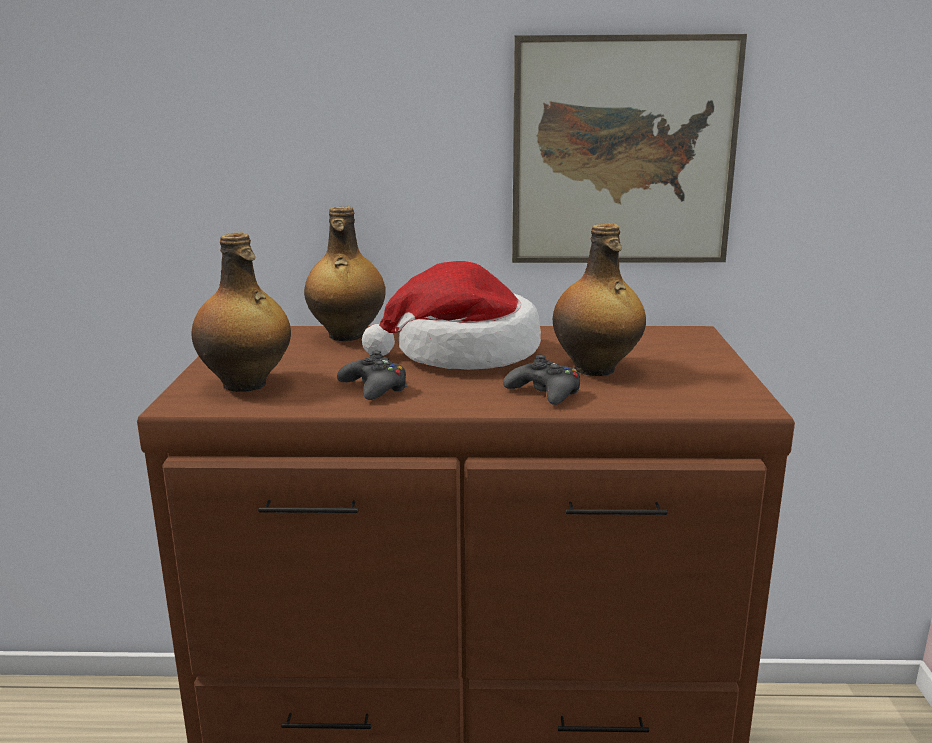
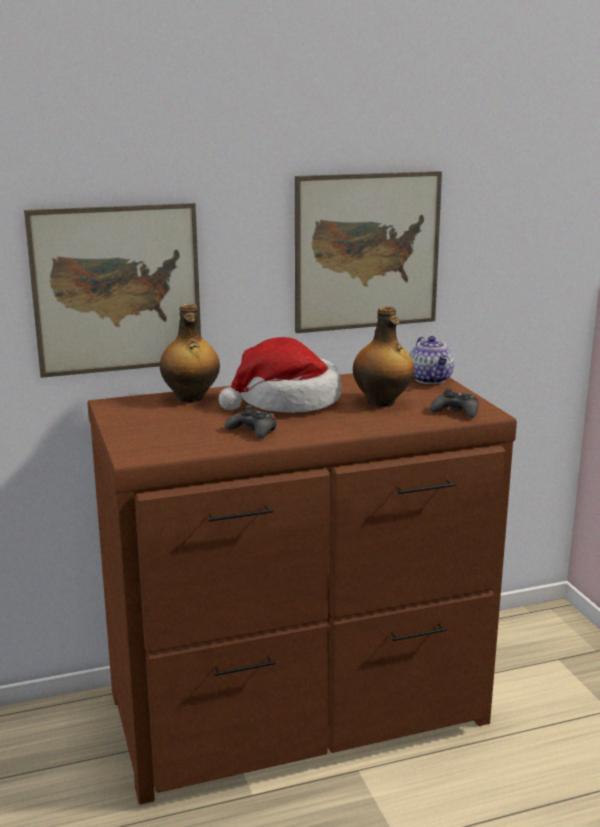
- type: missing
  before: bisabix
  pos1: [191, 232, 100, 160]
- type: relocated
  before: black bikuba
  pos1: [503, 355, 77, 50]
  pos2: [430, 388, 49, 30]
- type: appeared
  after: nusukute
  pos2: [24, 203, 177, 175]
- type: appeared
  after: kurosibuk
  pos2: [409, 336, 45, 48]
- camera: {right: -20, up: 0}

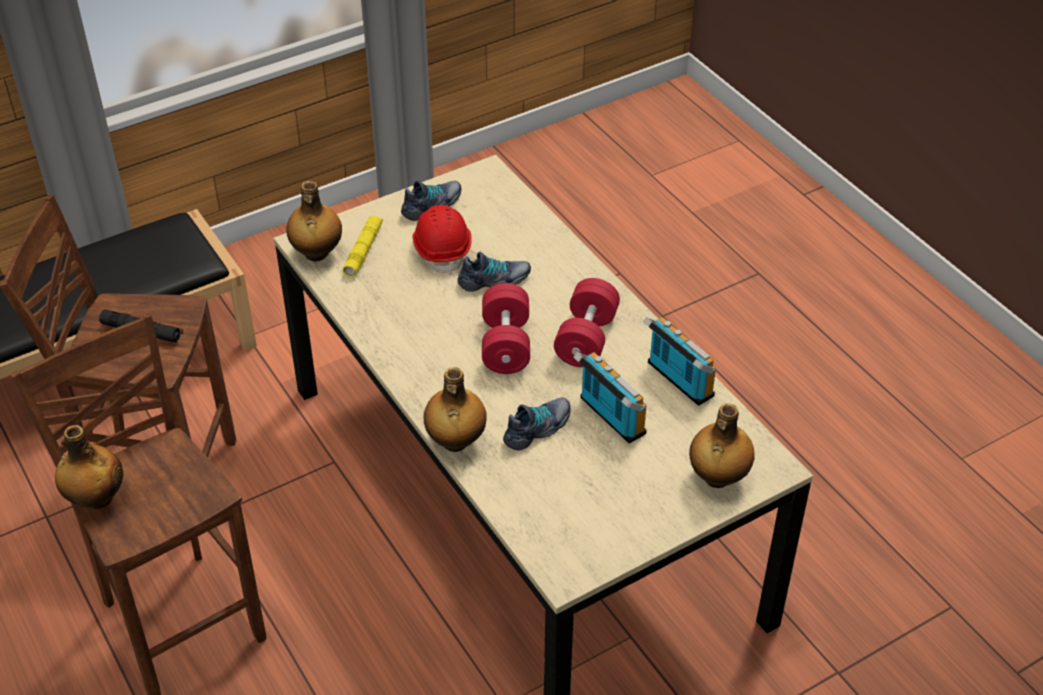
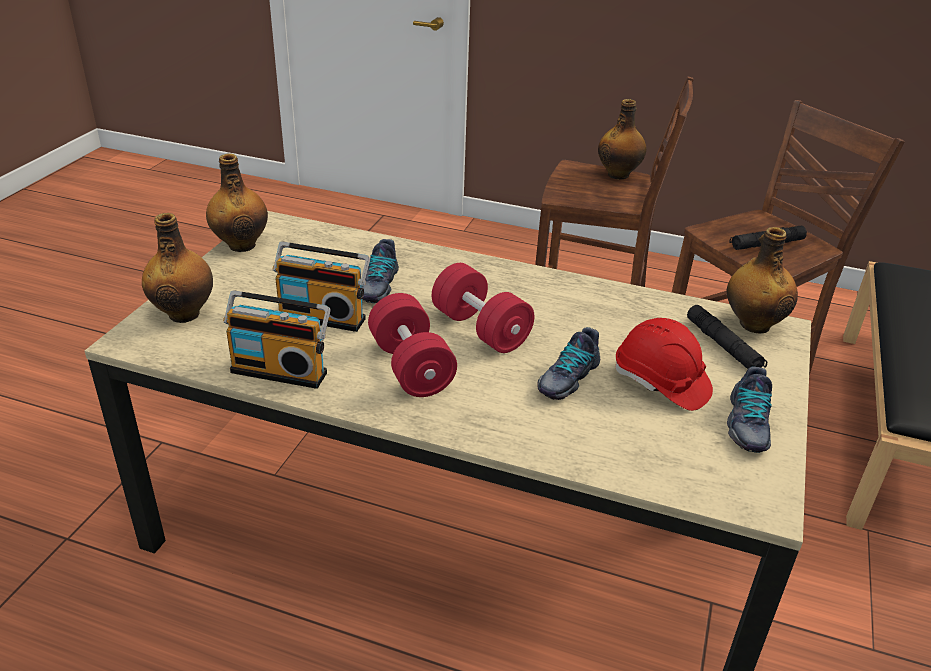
- type: colour
  before: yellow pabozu
  after: black pabozu
  pos1: [343, 216, 40, 61]
  pos2: [687, 305, 80, 64]
- type: relocated
  before: bisabix
  pos1: [424, 367, 63, 85]
  pos2: [206, 154, 62, 98]
- camera: {right: 140, up: -10}

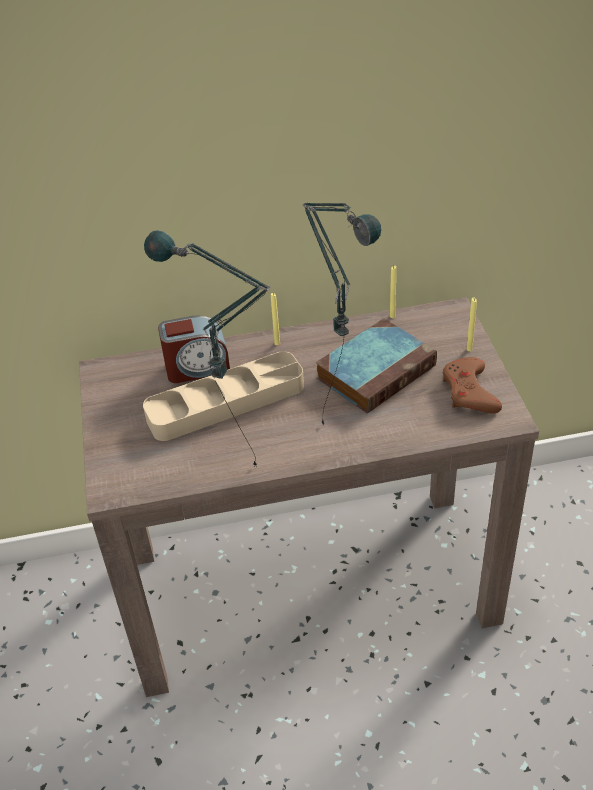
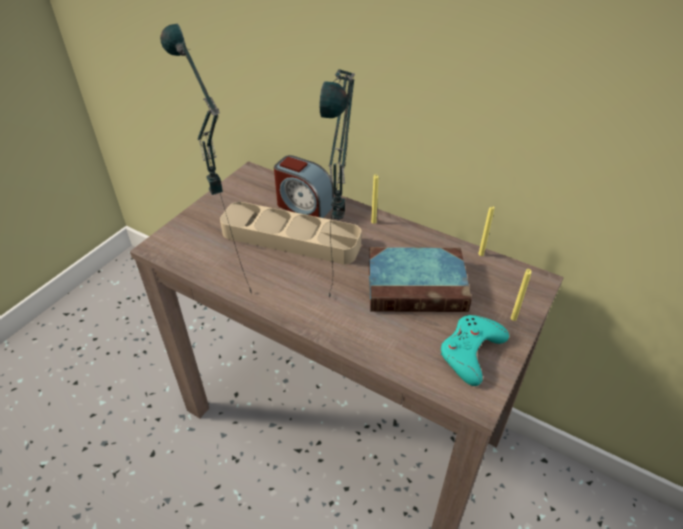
- type: colour
  before: brown bikuba
  after: turquoise bikuba
  pos1: [443, 357, 59, 57]
  pos2: [441, 315, 68, 71]
- camera: {right: 40, up: 0}

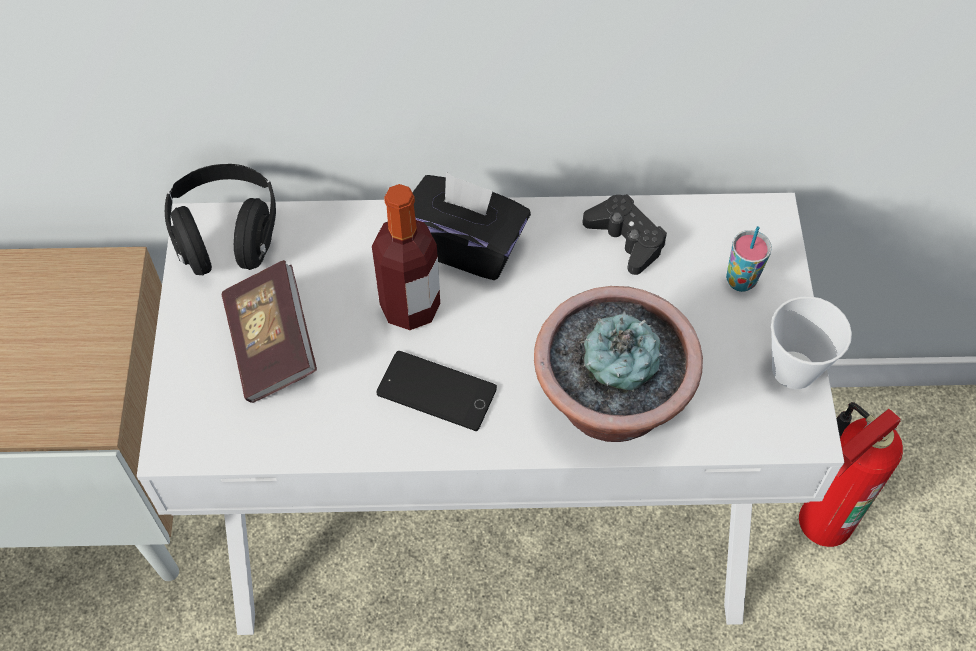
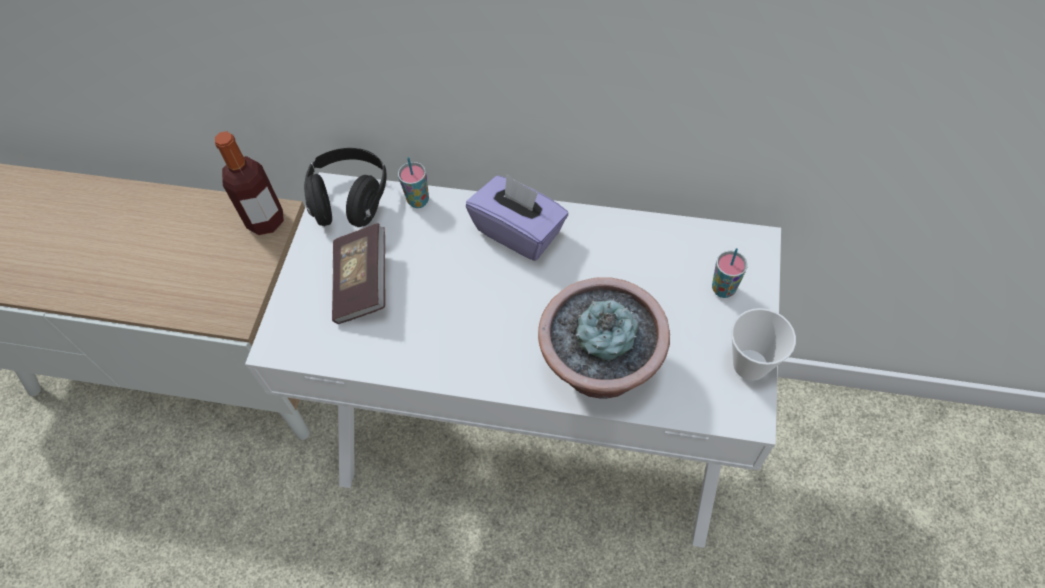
- type: relocated
  before: bisabix
  pos1: [372, 184, 68, 146]
  pos2: [215, 131, 69, 104]
- type: missing
  before: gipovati
  pos1: [376, 351, 121, 80]
- type: colour
  before: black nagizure
  after: purple nagizure
  pos1: [412, 172, 119, 108]
  pos2: [466, 175, 102, 86]
- type: missing
  before: black bikuba
  pos1: [582, 194, 85, 81]
- type: missing
  before: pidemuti
  pos1: [799, 402, 104, 145]
- type: appeared
  after: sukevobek
  pos2: [398, 157, 31, 51]
- camera: {right: 15, up: 0}

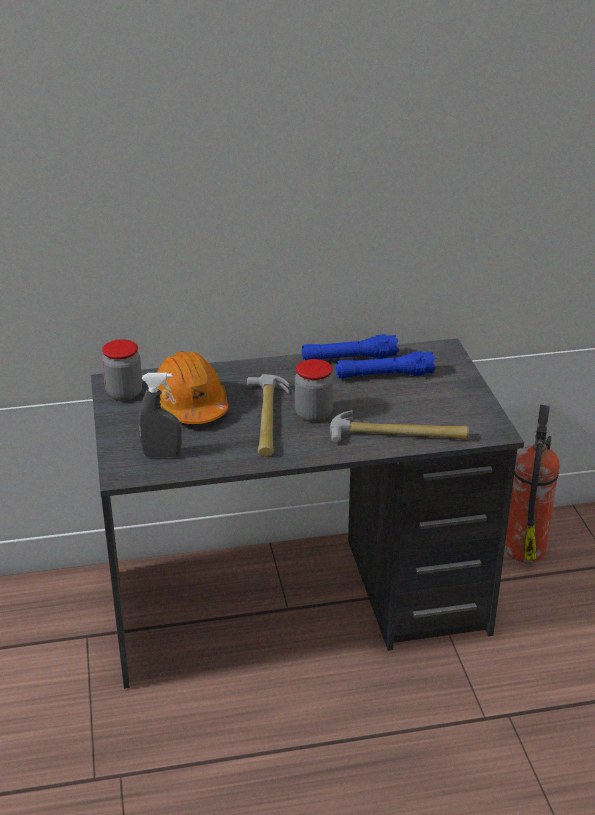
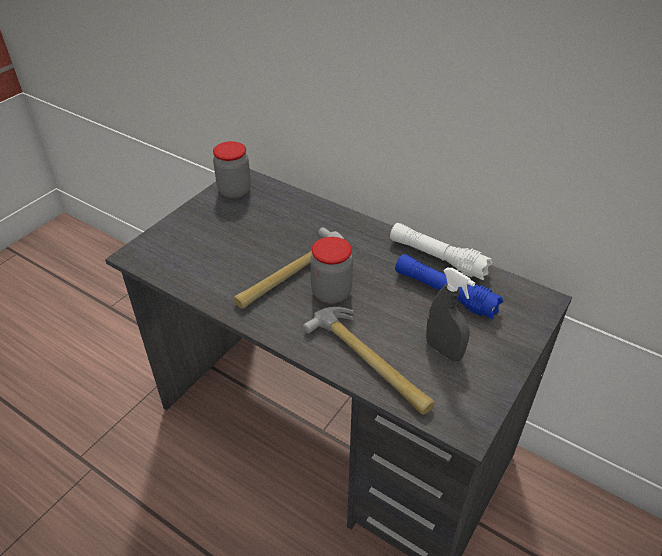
- type: relocated
  before: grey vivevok
  pos1: [138, 373, 44, 84]
  pos2: [426, 268, 49, 93]
- type: missing
  before: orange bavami
  pos1: [157, 351, 71, 73]
- type: colour
  before: blue pabozu
  after: white pabozu
  pos1: [302, 334, 97, 27]
  pos2: [390, 223, 102, 57]
- type: missing
  before: pidemuti
  pos1: [505, 405, 55, 157]
- camera: {right: 45, up: 10}

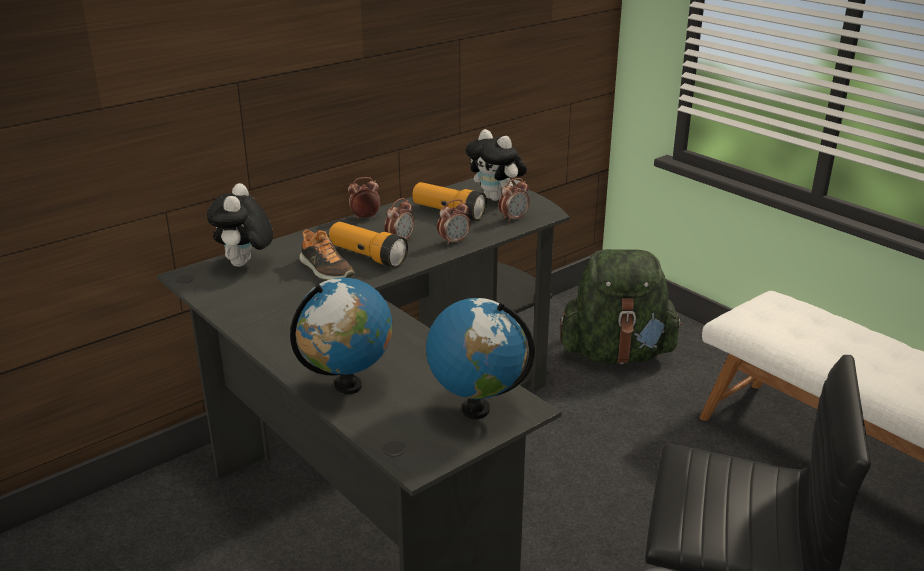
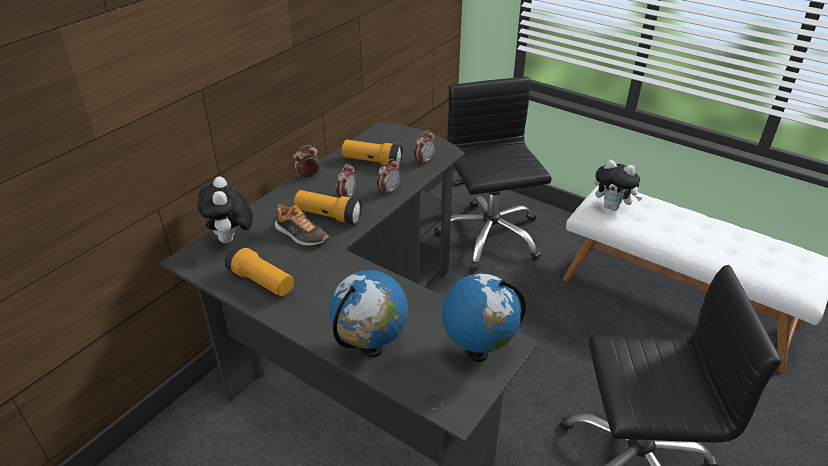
- type: relocated
  before: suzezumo
  pos1: [465, 129, 62, 72]
  pos2: [594, 160, 48, 51]
- type: exchanged
  before: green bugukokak
  after: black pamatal
  pos1: [560, 249, 122, 115]
  pos2: [434, 77, 118, 194]
- type: appeared
  after: pabozu
  pos2: [225, 244, 69, 53]
- camera: {right: -15, up: 10}

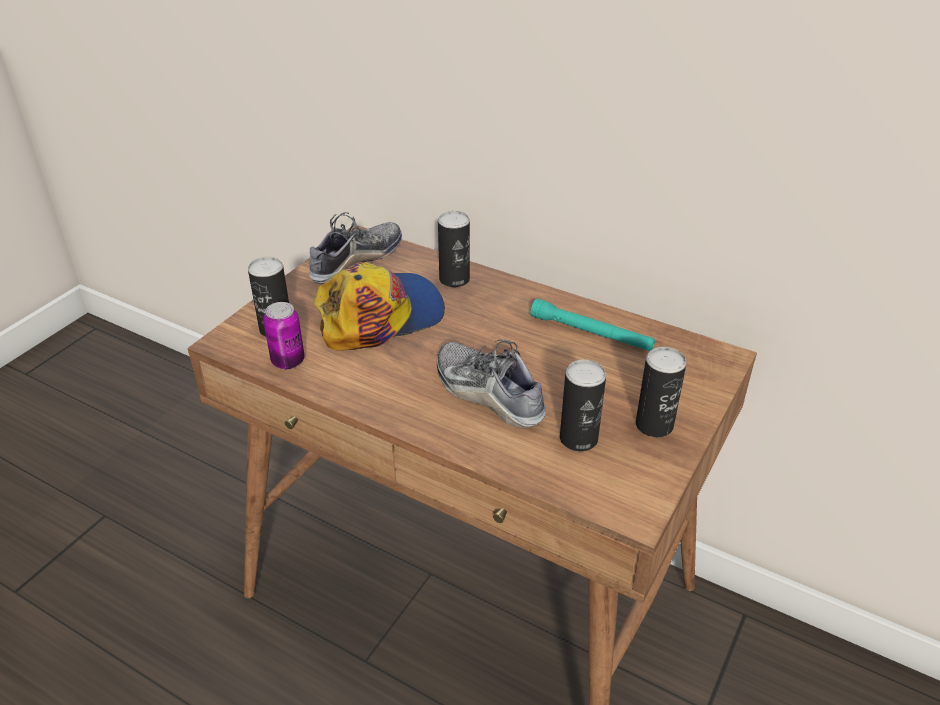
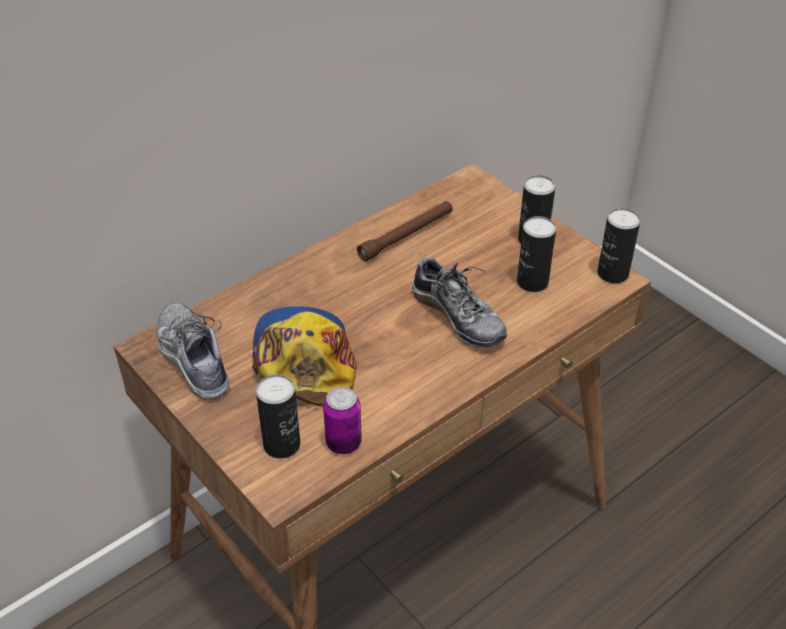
- type: spun
  before: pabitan
  pos1: [437, 339, 109, 89]
  pos2: [412, 253, 95, 95]
  turn: -105
- type: relocated
  before: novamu
  pos1: [438, 211, 32, 76]
  pos2: [597, 208, 43, 75]
- type: colour
  before: turquoise pabozu
  after: brown pabozu
  pos1: [530, 299, 125, 52]
  pos2: [357, 201, 96, 60]
- camera: {right: -70, up: 5}

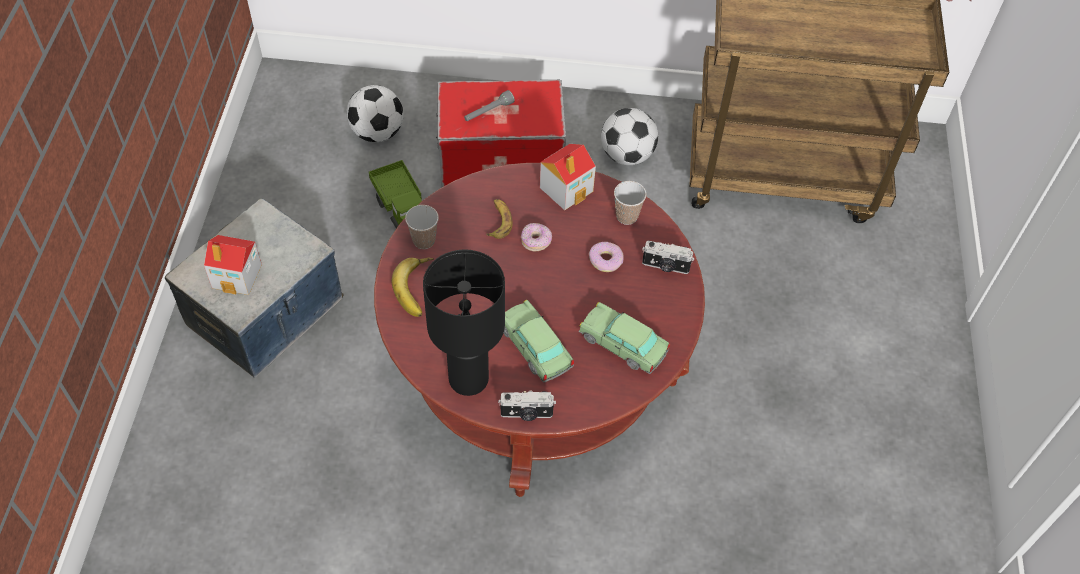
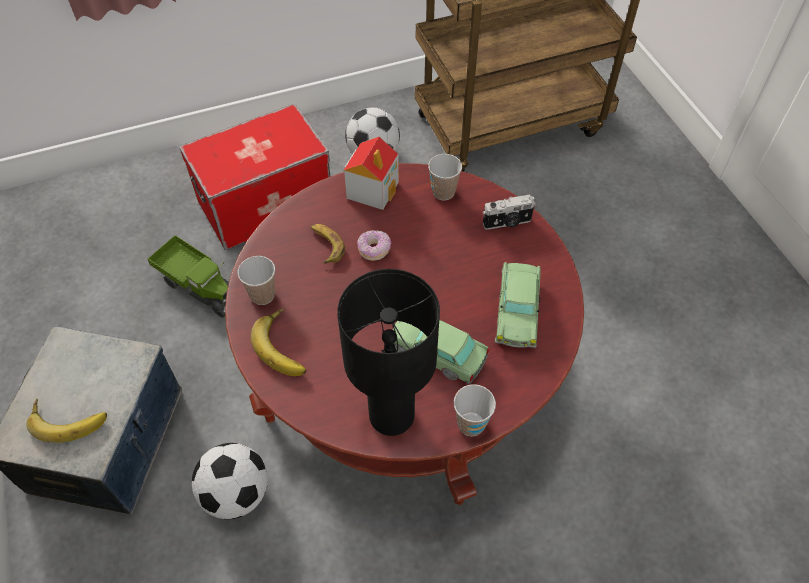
- type: exchanged
  before: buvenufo
  after: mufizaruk
  pos1: [204, 235, 58, 60]
  pos2: [26, 399, 81, 44]
- type: relocated
  before: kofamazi
  pos1: [346, 85, 57, 57]
  pos2: [192, 443, 76, 76]
- type: missing
  before: grey pabozu
  pos1: [464, 90, 51, 31]
- type: exchanged
  before: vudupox
  after: sukevobek
  pos1: [498, 390, 58, 31]
  pos2: [454, 384, 42, 53]
- type: spun
  before: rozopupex
  pos1: [579, 302, 91, 72]
  pos2: [495, 261, 46, 87]
  turn: -90
- type: missing
  before: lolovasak
  pos1: [589, 242, 35, 30]
- camera: {right: -25, up: 0}

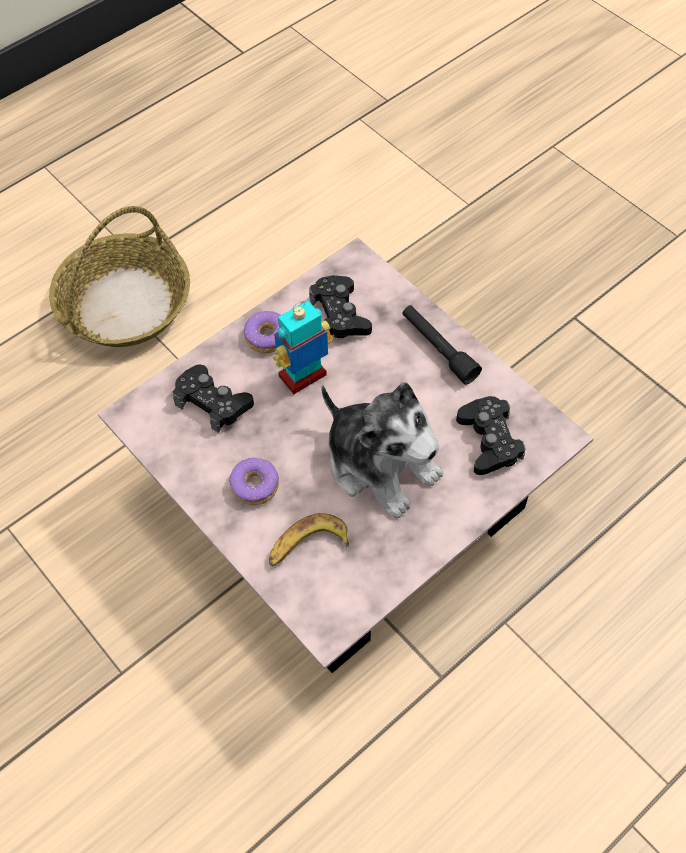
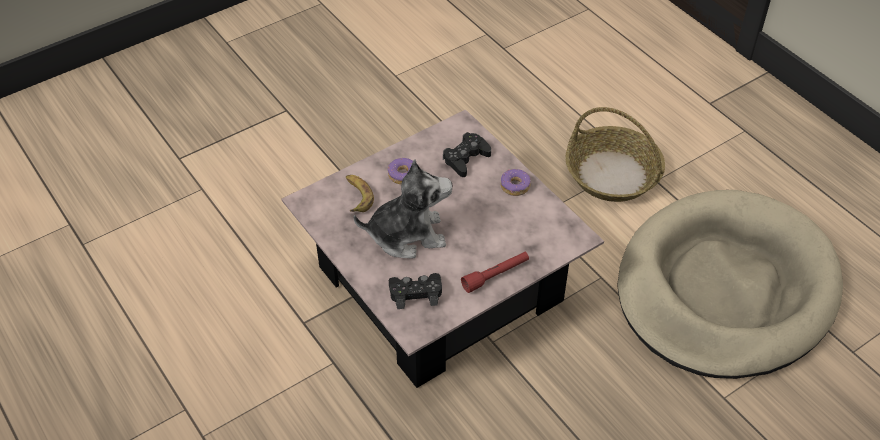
- type: missing
  before: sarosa
  pos1: [273, 301, 60, 93]
- type: missing
  before: black bikuba
  pos1: [309, 275, 63, 63]
- type: spun
  before: suzezumo
  pos1: [321, 382, 122, 137]
  pos2: [353, 160, 100, 99]
  turn: -150
- type: colour
  before: black pabozu
  after: red pabozu
  pos1: [402, 305, 80, 80]
  pos2: [461, 252, 68, 41]
- type: appeared
  after: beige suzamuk
  pos2: [617, 190, 226, 189]
- camera: {right: 95, up: -10}

